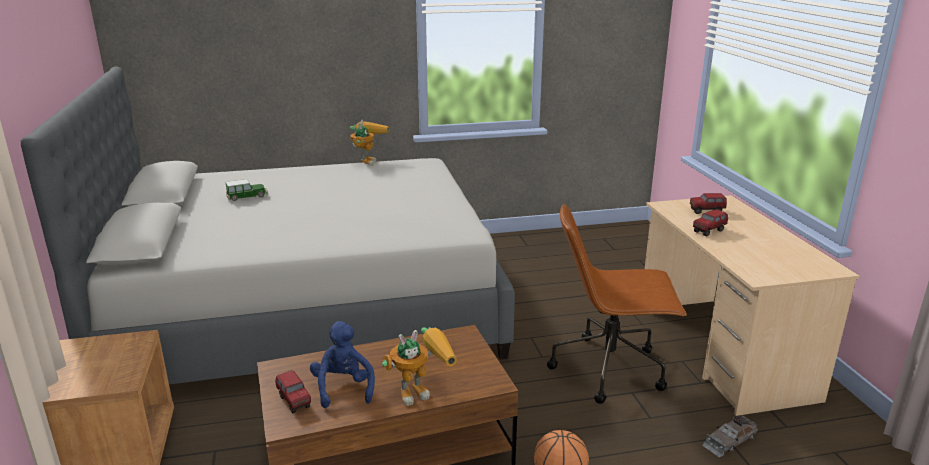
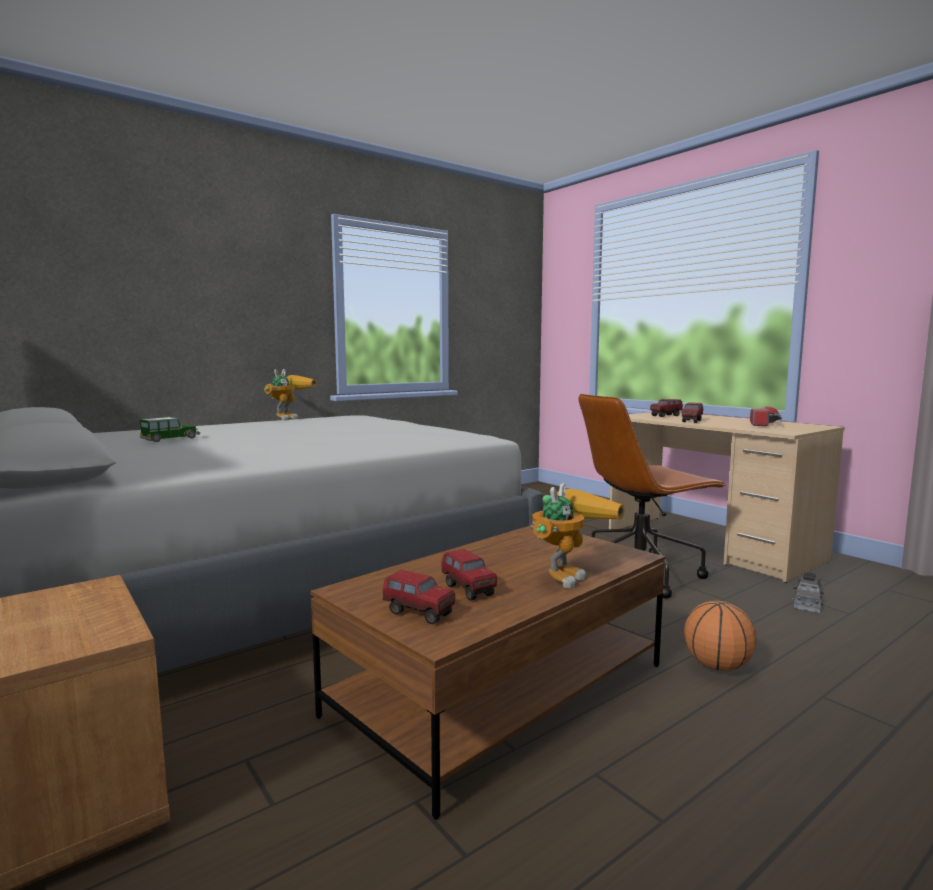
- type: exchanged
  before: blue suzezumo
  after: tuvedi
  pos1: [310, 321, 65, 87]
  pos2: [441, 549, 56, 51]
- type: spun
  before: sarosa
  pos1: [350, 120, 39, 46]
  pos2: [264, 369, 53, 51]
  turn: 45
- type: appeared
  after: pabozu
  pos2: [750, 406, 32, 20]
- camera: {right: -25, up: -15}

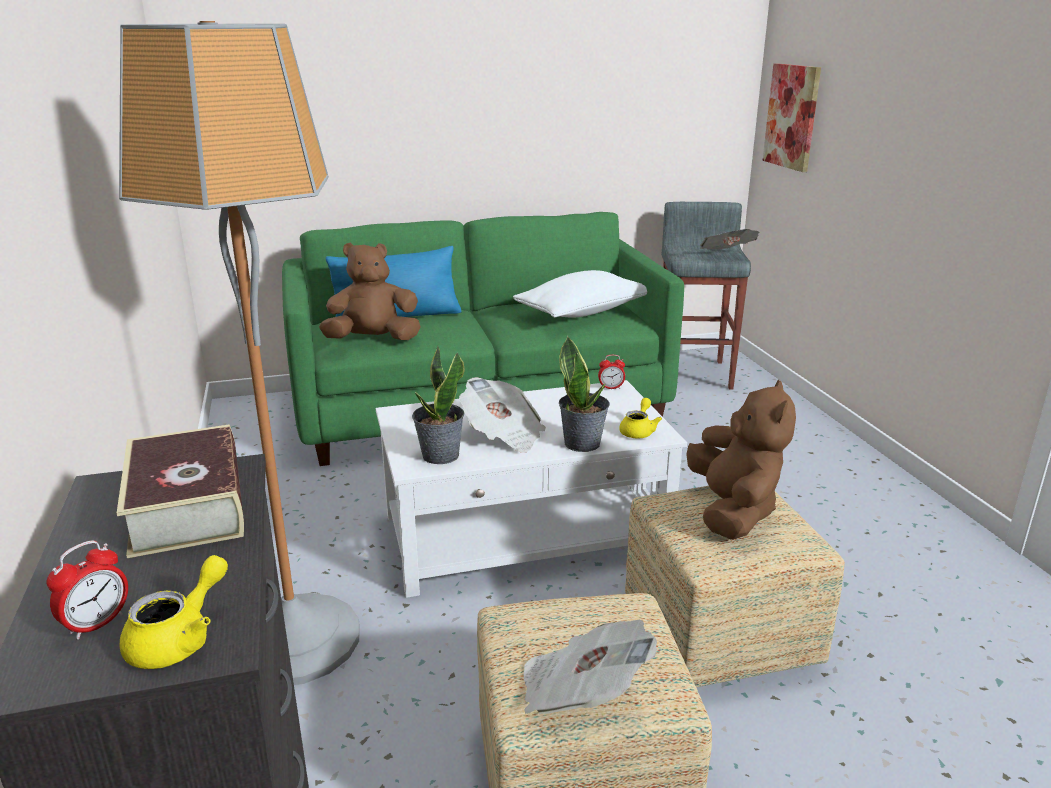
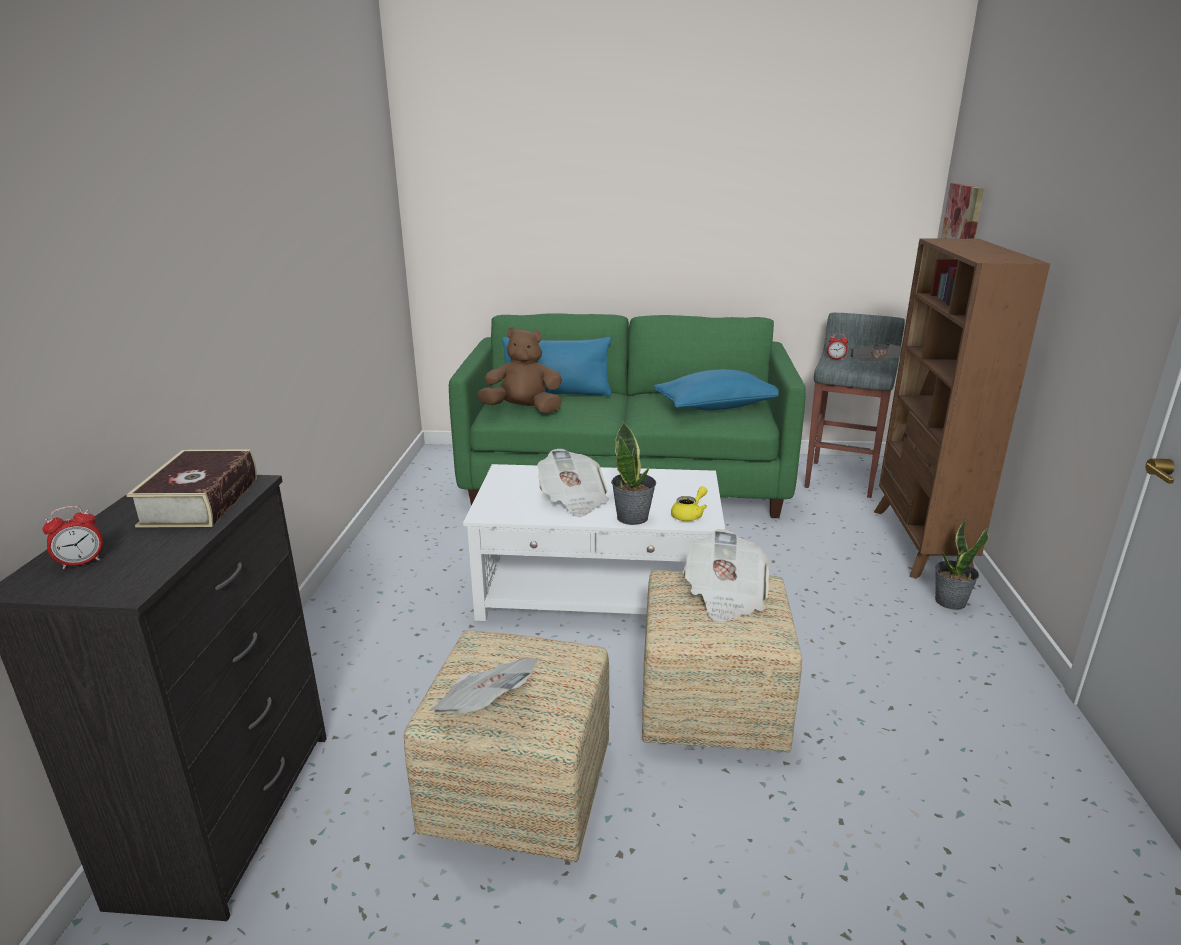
- type: missing
  before: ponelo
  pos1: [119, 21, 240, 664]
- type: missing
  before: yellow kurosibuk
  pos1: [120, 555, 108, 114]
- type: relocated
  before: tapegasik
  pos1: [412, 345, 53, 119]
  pos2: [935, 518, 54, 92]
- type: colour
  before: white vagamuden
  after: blue vagamuden
  pos1: [513, 270, 134, 48]
  pos2: [654, 369, 125, 42]
- type: relocated
  before: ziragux
  pos1: [598, 355, 27, 34]
  pos2: [827, 333, 21, 27]
- type: exchanged
  before: brown suzezumo
  after: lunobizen
  pos1: [686, 380, 110, 160]
  pos2: [683, 529, 87, 93]
- type: appeared
  after: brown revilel
  pos2: [874, 238, 176, 341]
- camera: {right: 20, up: 0}

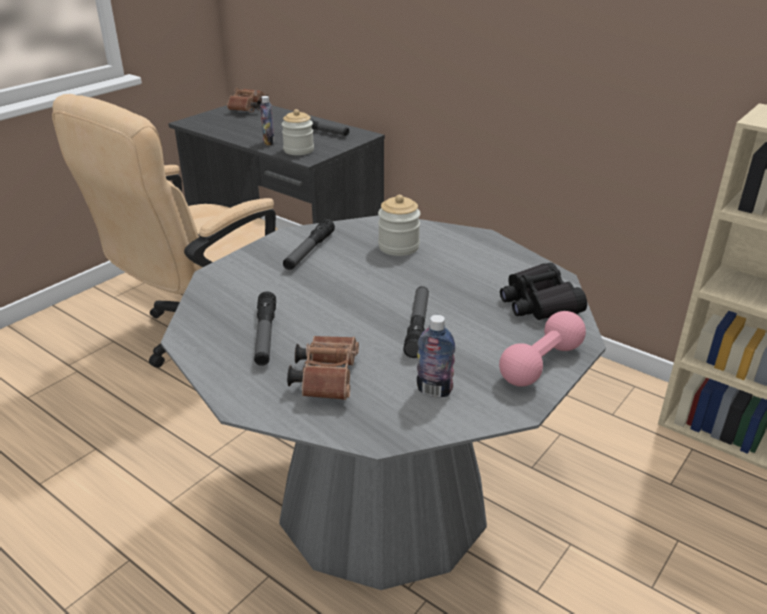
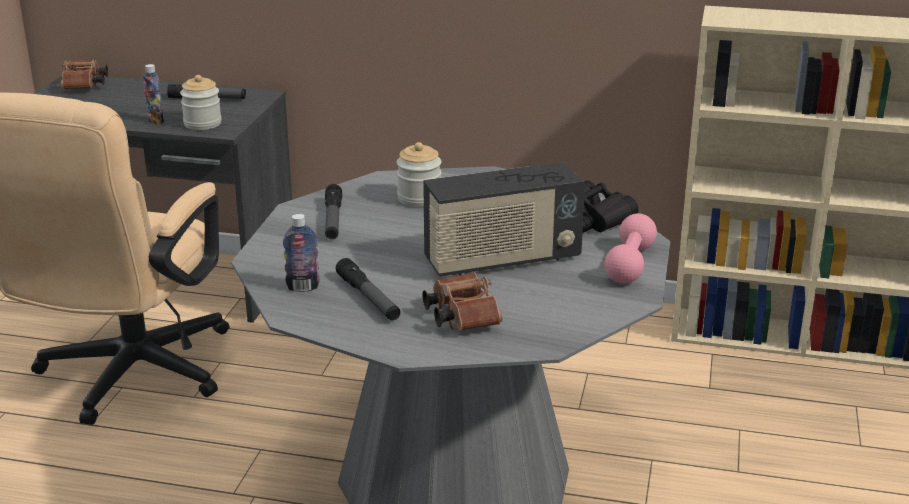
- type: exchanged
  before: pabozu
  after: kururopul
  pos1: [403, 286, 26, 72]
  pos2: [423, 162, 162, 115]
- type: relocated
  before: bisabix
  pos1: [417, 315, 39, 82]
  pos2: [283, 214, 37, 78]
- camera: {right: -25, up: -5}

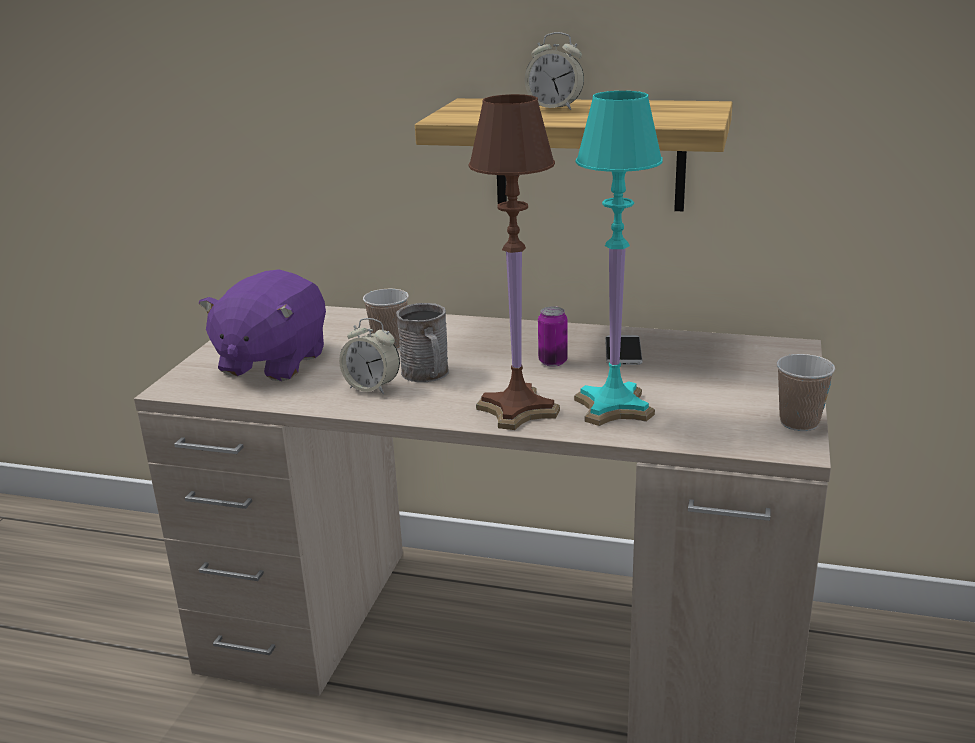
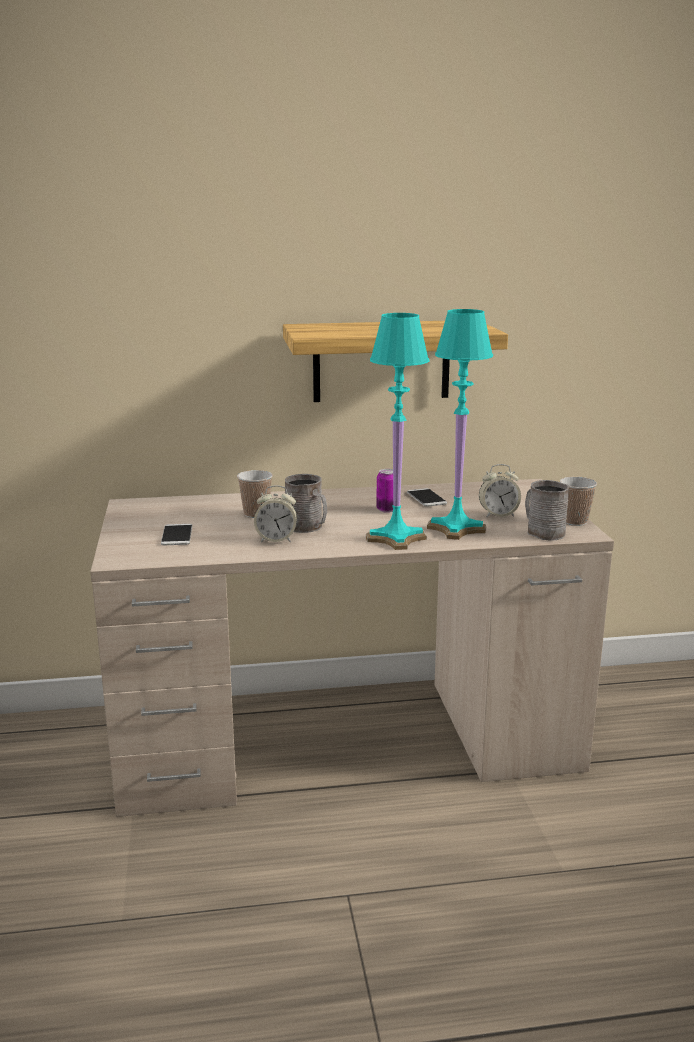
- type: exchanged
  before: purple suzezumo
  after: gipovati
  pos1: [198, 269, 128, 112]
  pos2: [161, 524, 31, 21]
- type: colour
  before: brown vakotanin
  after: turquoise vakotanin
  pos1: [469, 94, 91, 336]
  pos2: [366, 313, 63, 237]
- type: relocated
  before: ziragux
  pos1: [525, 32, 59, 78]
  pos2: [479, 464, 42, 53]
- type: appeared
  after: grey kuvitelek
  pos2: [525, 480, 44, 61]
- camera: {right: -25, up: -5}

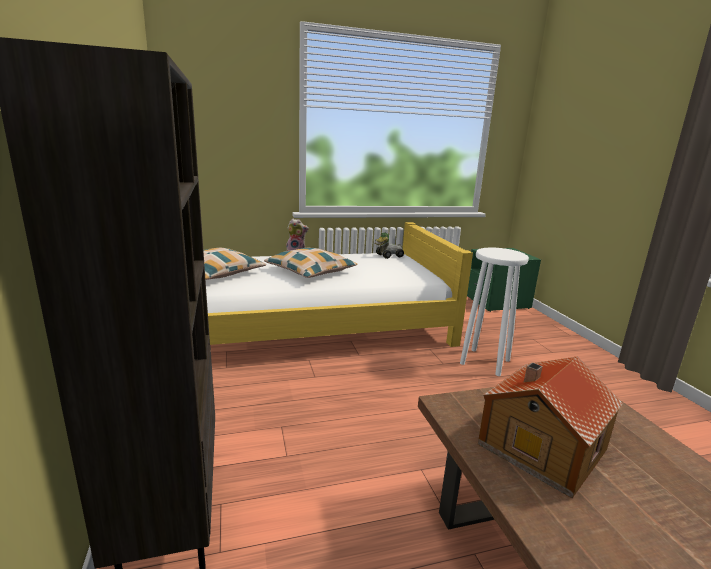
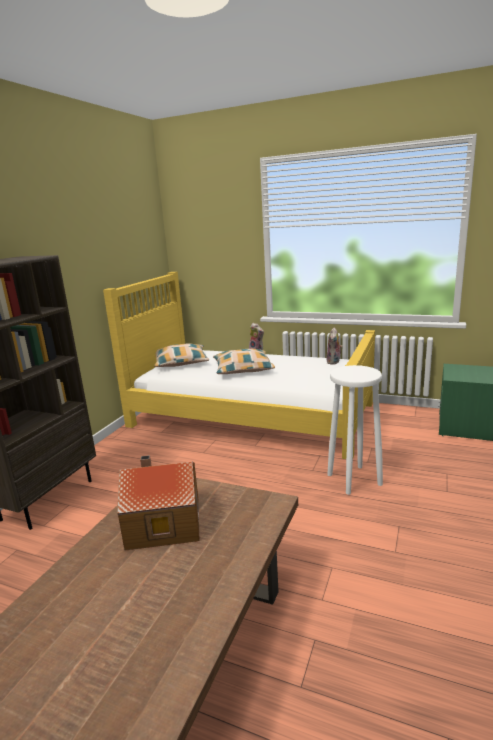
- type: exchanged
  before: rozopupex
  after: suzezumo
  pos1: [375, 233, 29, 26]
  pos2: [327, 328, 16, 37]
- camera: {right: 40, up: 0}

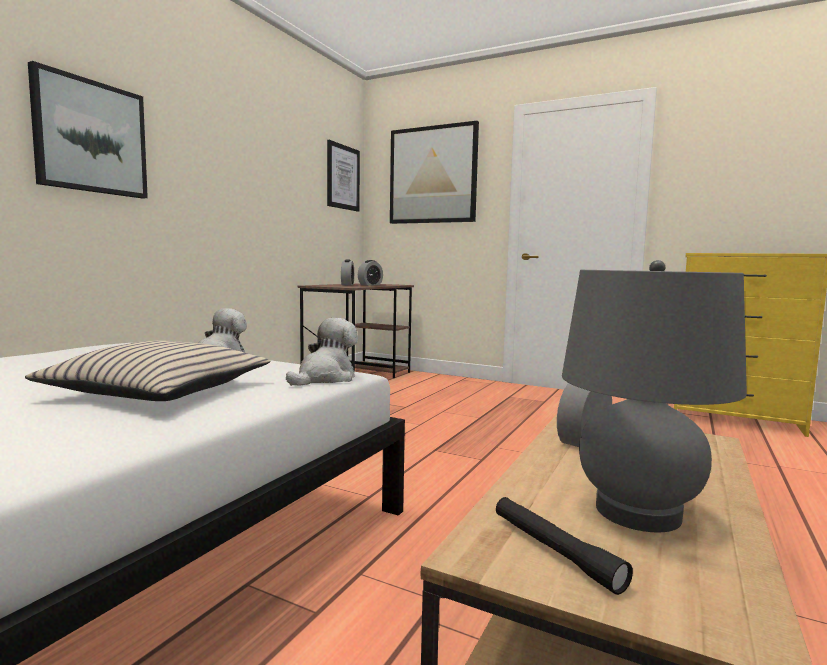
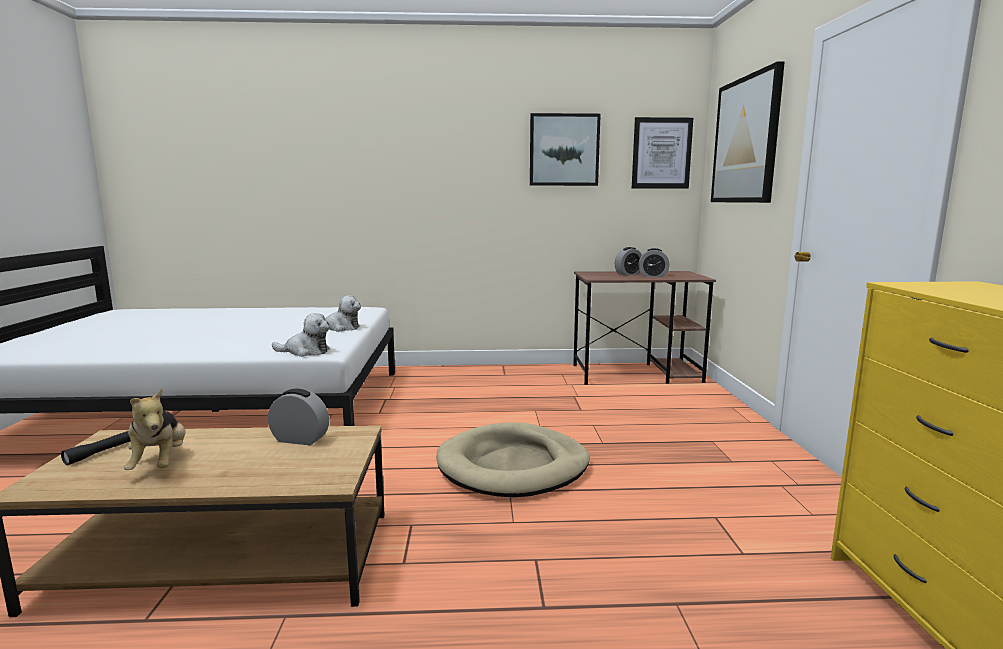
- type: missing
  before: beige vagamuden
  pos1: [25, 340, 245, 61]
- type: relocated
  before: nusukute
  pos1: [28, 61, 120, 138]
  pos2: [530, 113, 71, 73]
- type: exchanged
  before: grey vakotanin
  after: suzezumo
  pos1: [562, 260, 185, 273]
  pos2: [124, 388, 62, 82]
- type: appeared
  after: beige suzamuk
  pos2: [436, 422, 154, 75]
- camera: {right: 60, up: 5}

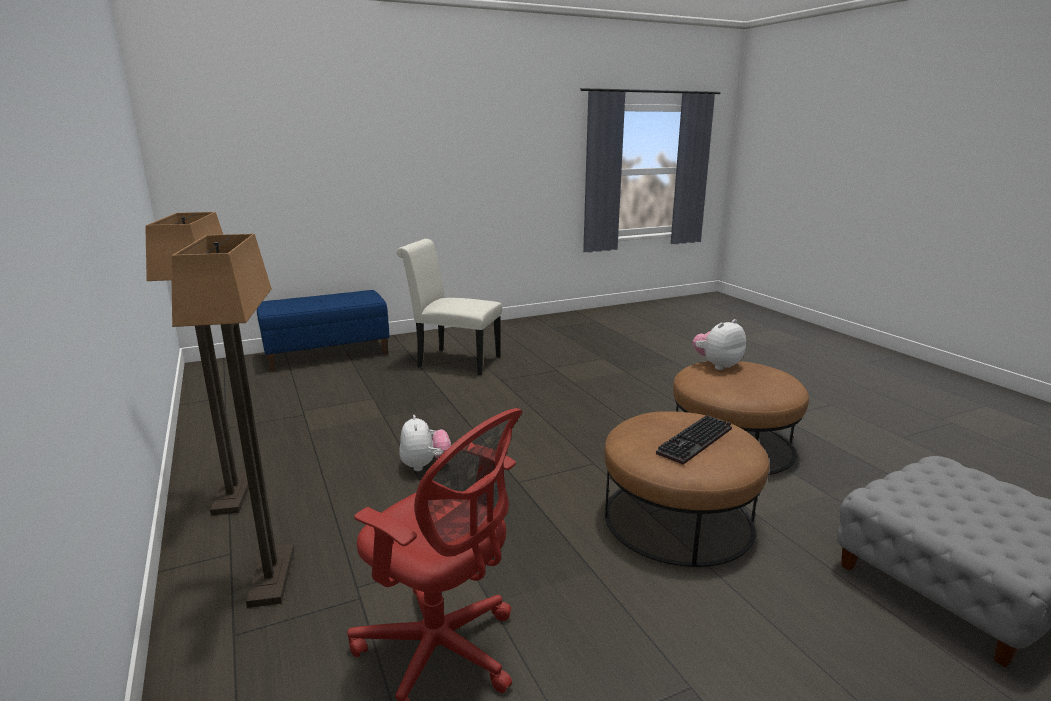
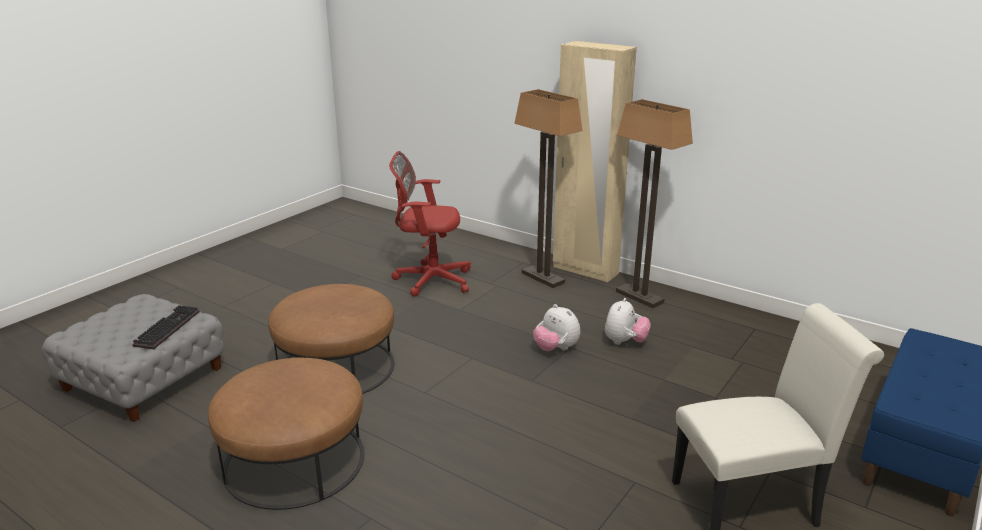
- type: relocated
  before: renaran
  pos1: [656, 415, 76, 50]
  pos2: [132, 305, 67, 44]
- type: relocated
  before: suzezumo
  pos1: [692, 319, 54, 51]
  pos2: [605, 298, 46, 47]
- type: appeared
  after: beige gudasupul
  pos2: [553, 41, 84, 241]
- camera: {right: 150, up: 5}

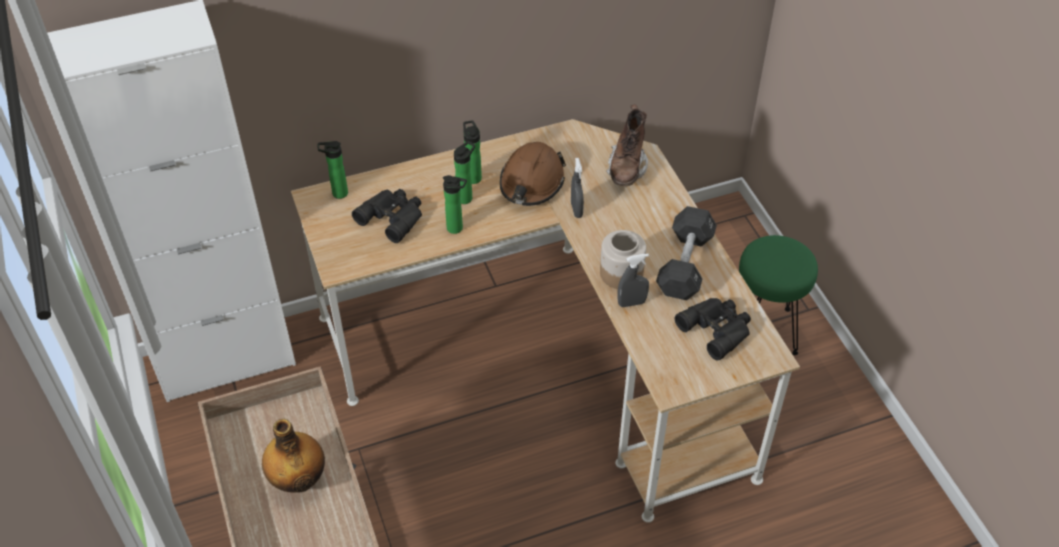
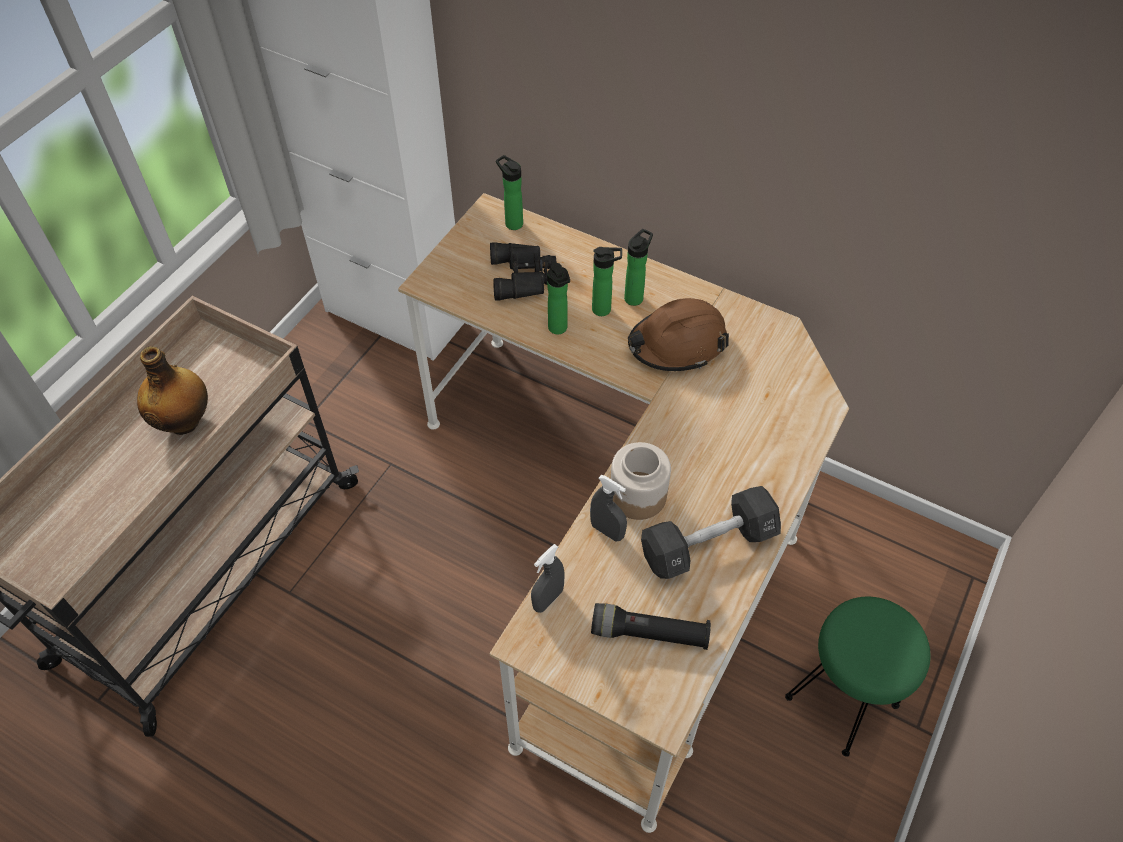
- type: relocated
  before: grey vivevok
  pos1: [571, 158, 13, 60]
  pos2: [531, 544, 34, 69]
- type: missing
  before: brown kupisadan
  pos1: [606, 104, 42, 82]
- type: exchanged
  before: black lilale
  after: black pabozu
  pos1: [675, 298, 76, 62]
  pos2: [591, 603, 120, 47]
- camera: {right: 50, up: 5}

